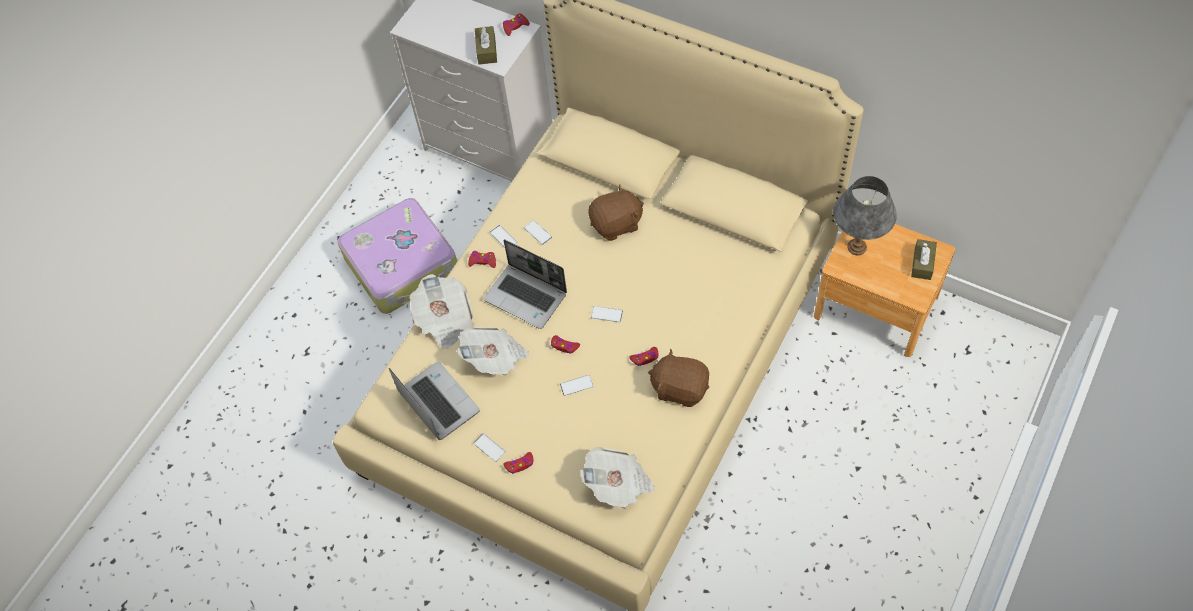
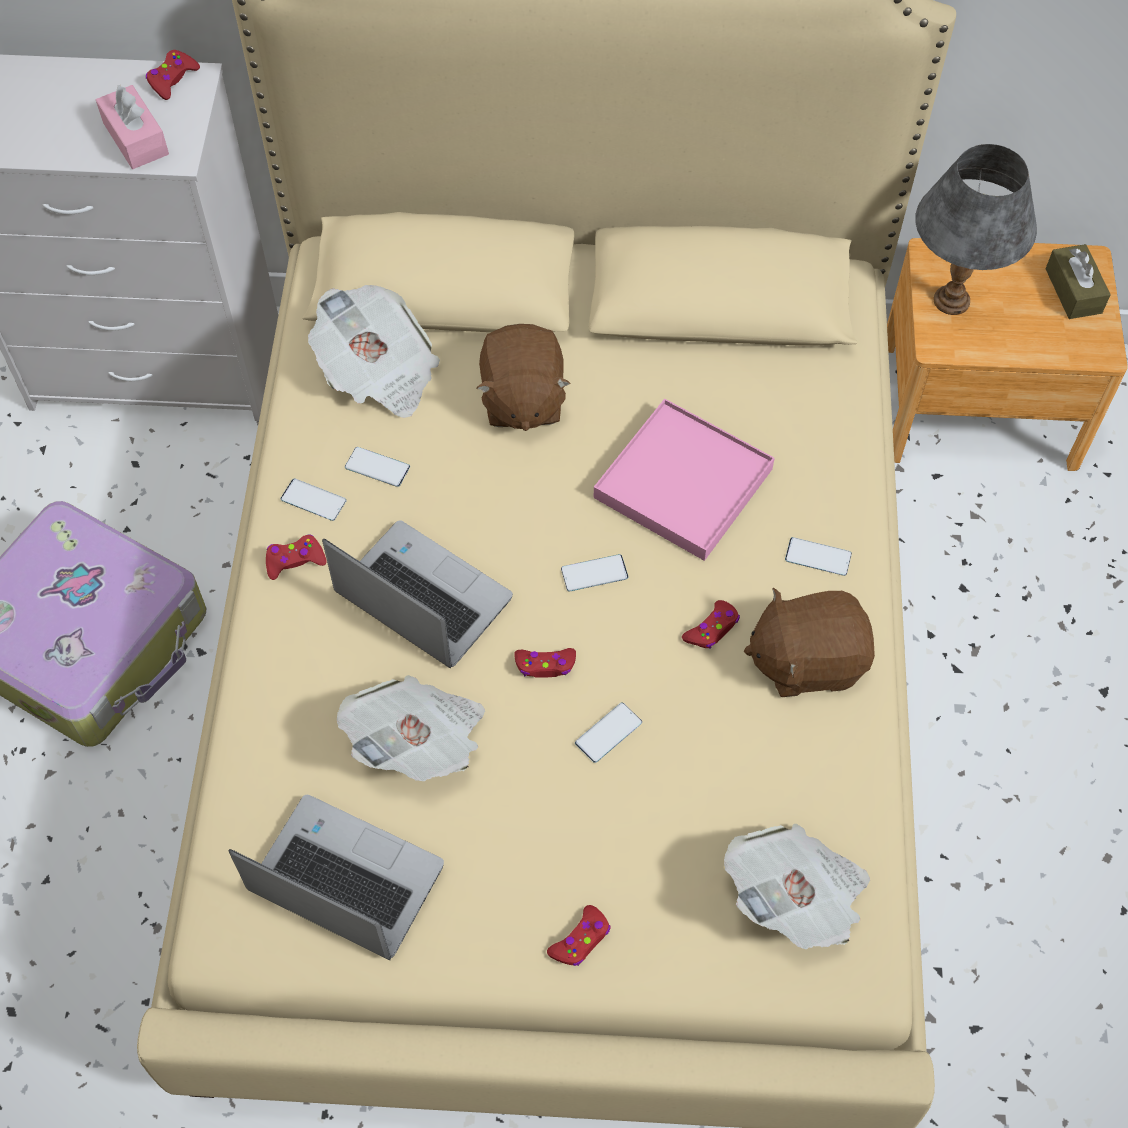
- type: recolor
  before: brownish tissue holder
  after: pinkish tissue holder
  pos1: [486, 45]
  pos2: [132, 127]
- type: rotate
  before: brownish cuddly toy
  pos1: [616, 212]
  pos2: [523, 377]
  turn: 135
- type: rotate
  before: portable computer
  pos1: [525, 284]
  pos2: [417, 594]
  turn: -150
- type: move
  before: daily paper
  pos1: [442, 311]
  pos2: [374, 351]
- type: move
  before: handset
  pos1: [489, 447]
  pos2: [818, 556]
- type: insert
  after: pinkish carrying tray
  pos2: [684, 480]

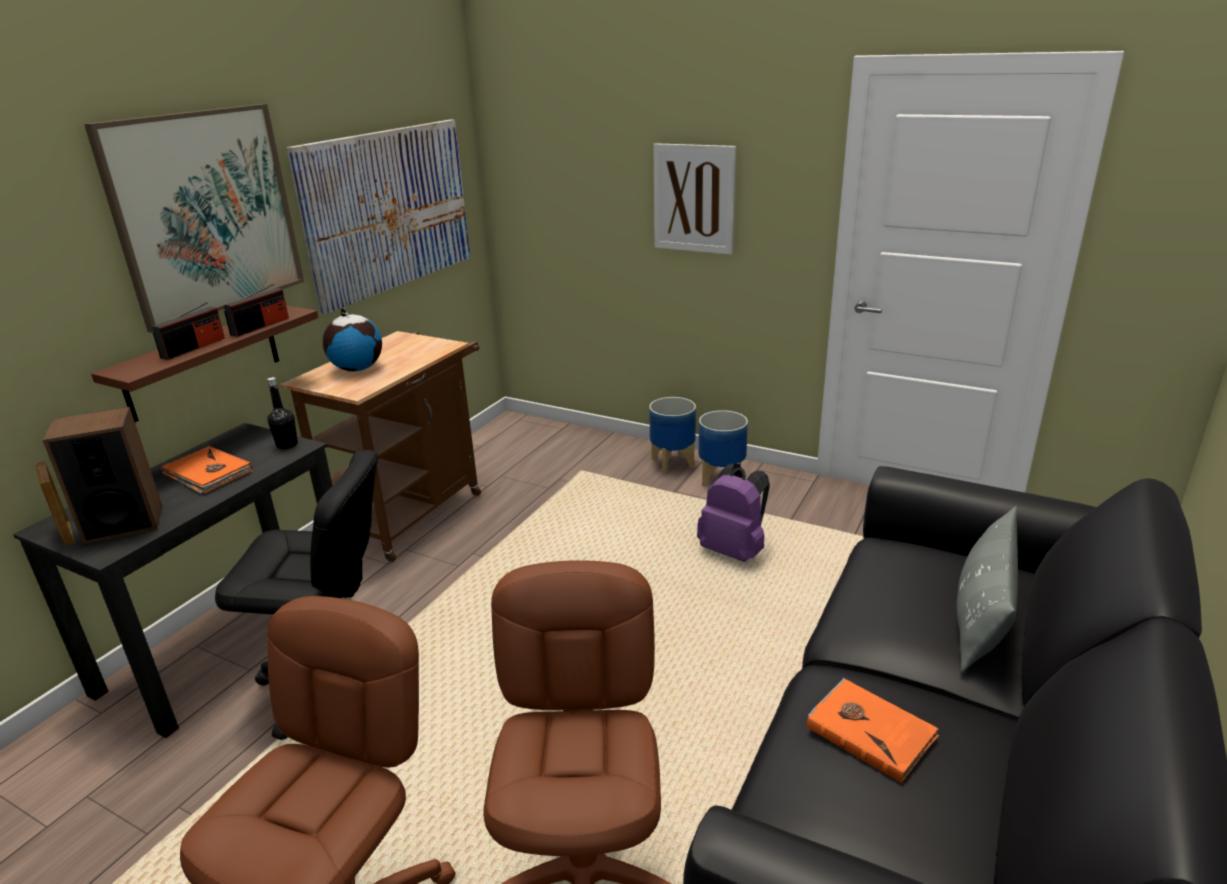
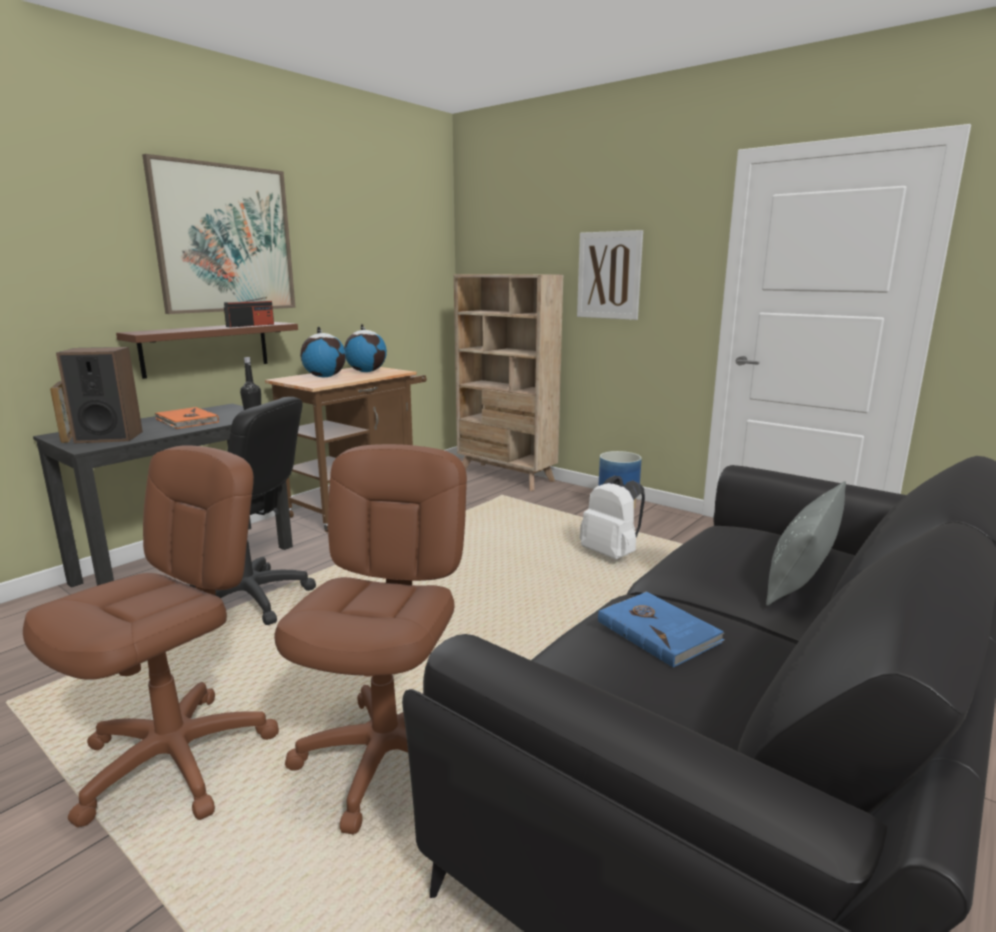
- type: delete
  before: wall art
  pos1: [378, 217]
- type: delete
  before: radio receiver
  pos1: [188, 331]
- type: delete
  before: planter
  pos1: [672, 435]
- type: recolor
  before: purple-coloured backpack
  after: white-coloured backpack
  pos1: [733, 513]
  pos2: [612, 517]
- type: recolor
  before: orangey book
  after: blue book
  pos1: [873, 730]
  pos2: [661, 630]
- type: insert
  after: beige-coloured shelving unit
  pos2: [508, 382]
- type: insert
  after: globe
  pos2: [365, 348]

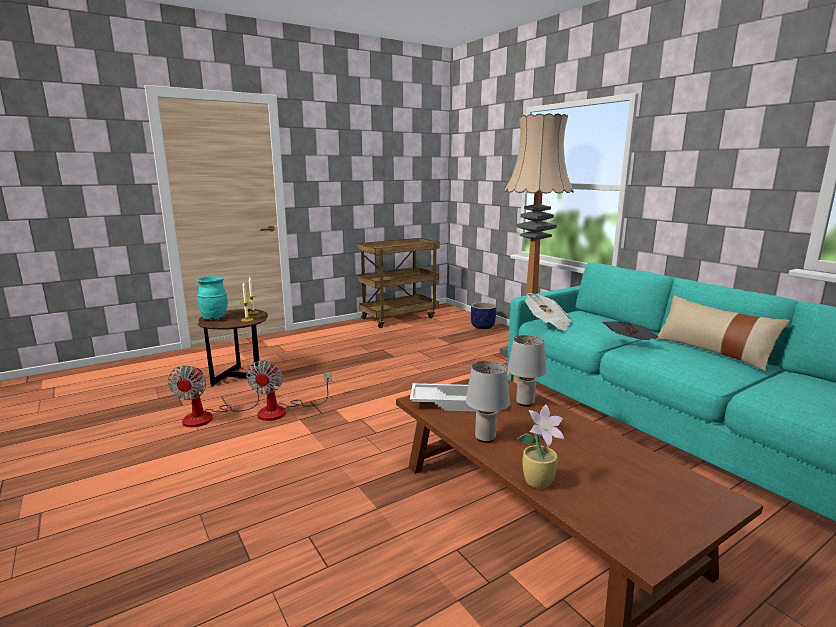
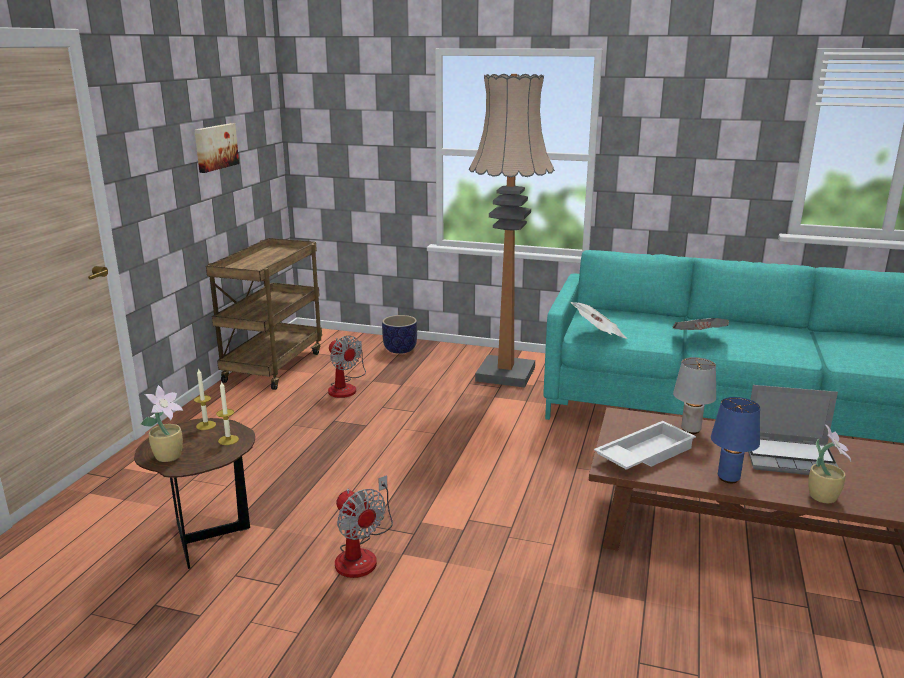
- type: replace
  before: turquoise-coloured decorative vase
  after: plant in a pot
  pos1: [212, 298]
  pos2: [161, 423]
- type: delete
  before: beige-coloured cushion
  pos1: [723, 333]
- type: recolor
  before: gray lamp for a table
  after: blue lamp for a table
  pos1: [488, 402]
  pos2: [735, 440]
- type: move
  before: fan
  pos1: [213, 396]
  pos2: [347, 367]
- type: insert
  after: wall art
  pos2: [216, 148]
- type: insert
  after: portable computer
  pos2: [793, 430]

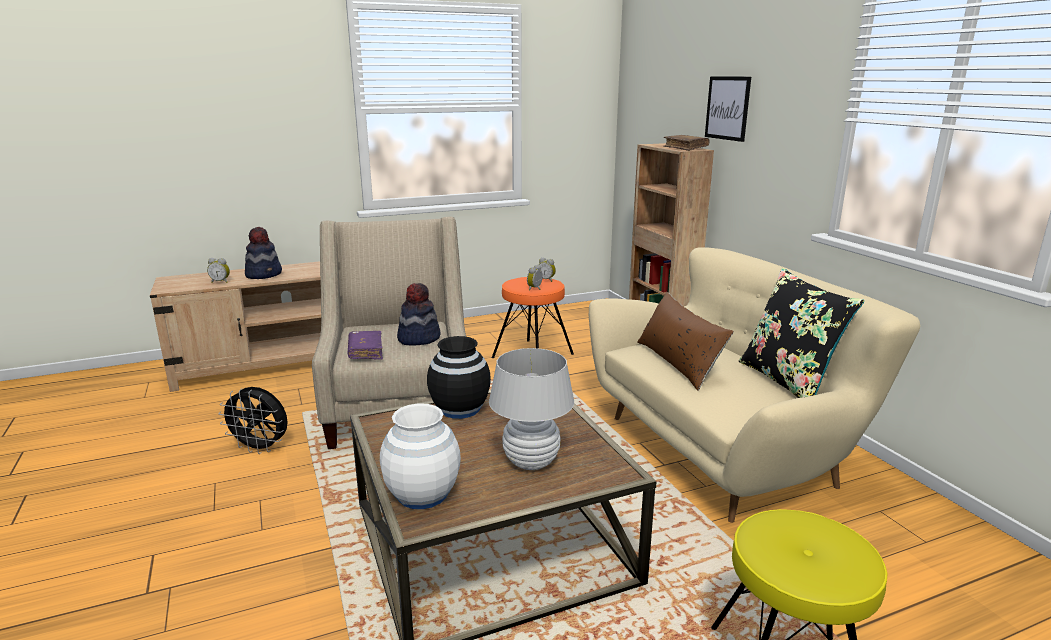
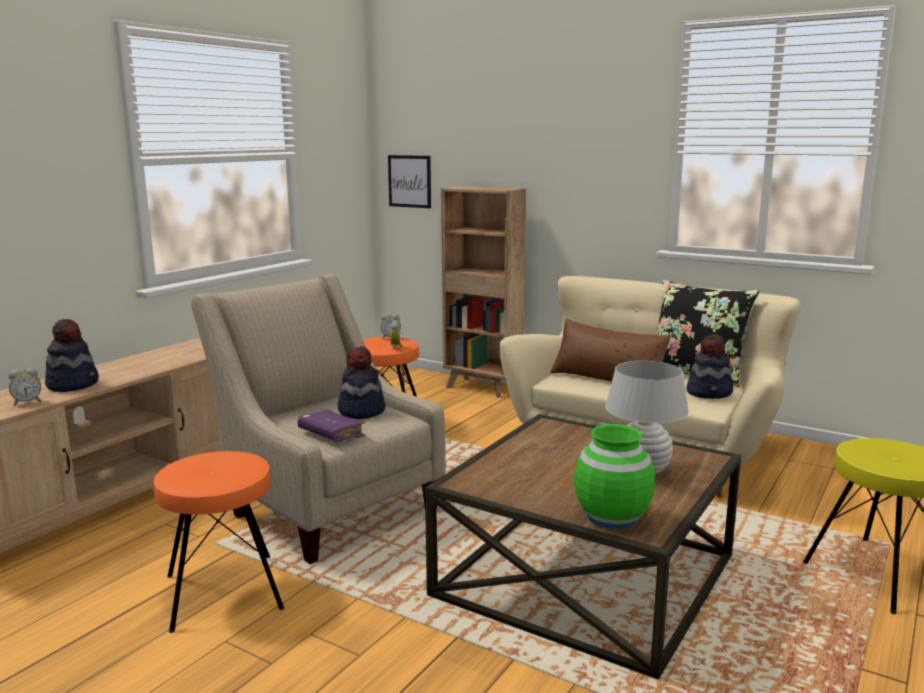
- type: move
  before: wall art
  pos1: [728, 109]
  pos2: [409, 181]
- type: delete
  before: brownish book
  pos1: [686, 143]
- type: delete
  before: black-coloured decorative vase
  pos1: [459, 377]
- type: replace
  before: black-coloured fan
  after: orangey sitting stool
  pos1: [253, 420]
  pos2: [219, 542]
- type: recolor
  before: white-coloured decorative vase
  after: green-coloured decorative vase
  pos1: [420, 456]
  pos2: [614, 476]
- type: insert
  after: hat
  pos2: [709, 366]

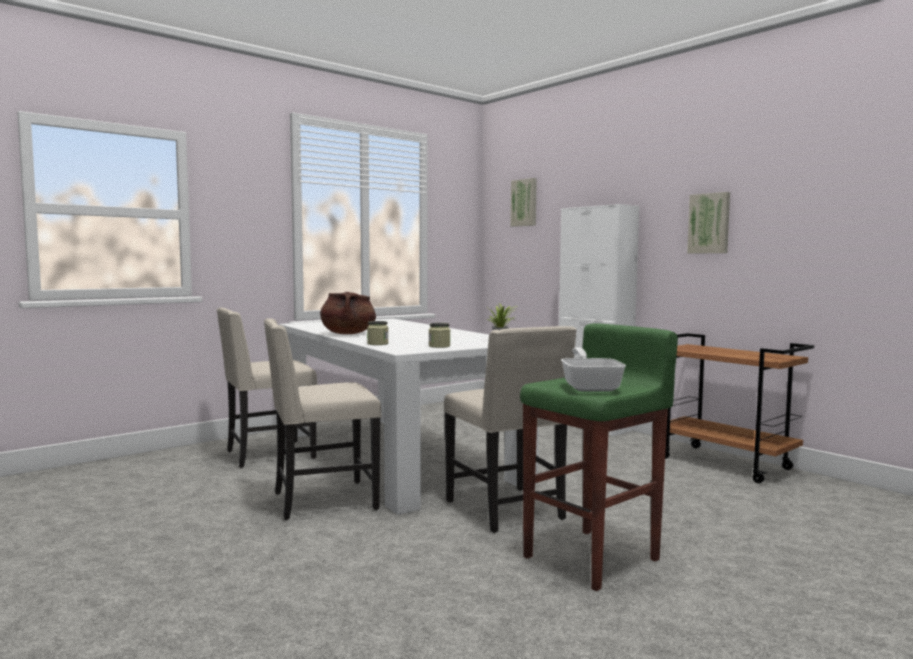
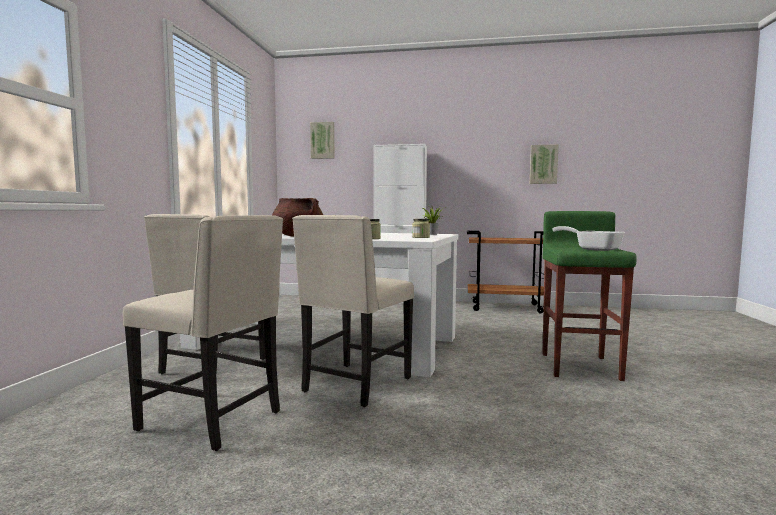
- type: move
  before: wall art
  pos1: [708, 222]
  pos2: [544, 164]
- type: move
  before: beige-coloured chair
  pos1: [510, 429]
  pos2: [203, 333]

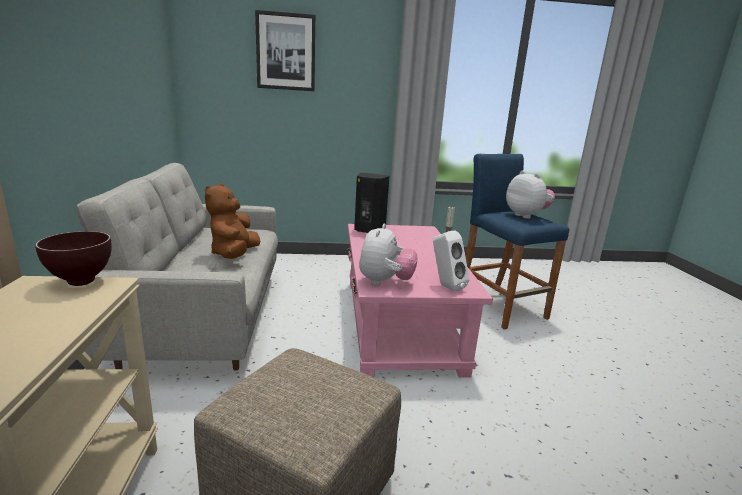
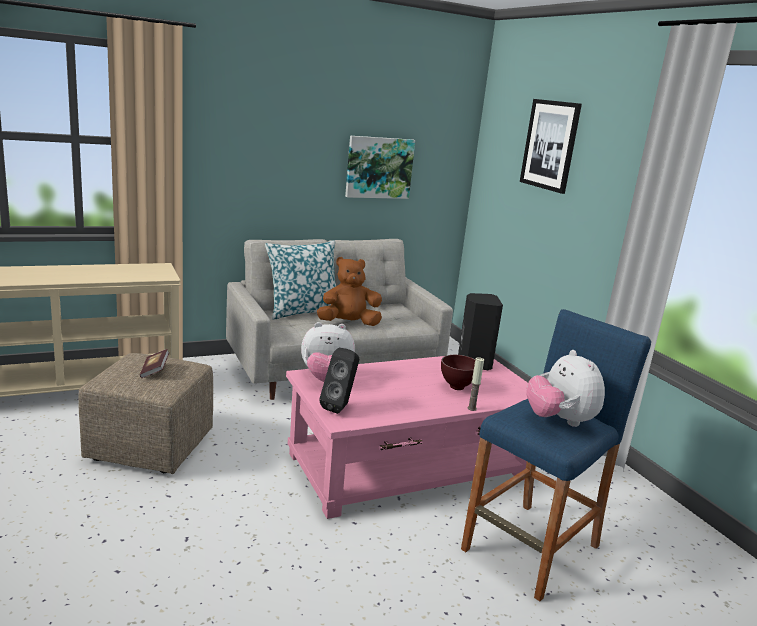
- type: rotate
  before: cuddly toy
  pos1: [530, 194]
  pos2: [565, 388]
  turn: 120
- type: move
  before: brownish serving bowl
  pos1: [73, 258]
  pos2: [458, 372]
- type: recolor
  before: white-coloured audio speaker
  after: black-coloured audio speaker
  pos1: [451, 261]
  pos2: [339, 381]
- type: insert
  after: wall art
  pos2: [380, 167]
- type: insert
  after: cushion
  pos2: [300, 280]
- type: insert
  after: book
  pos2: [154, 363]

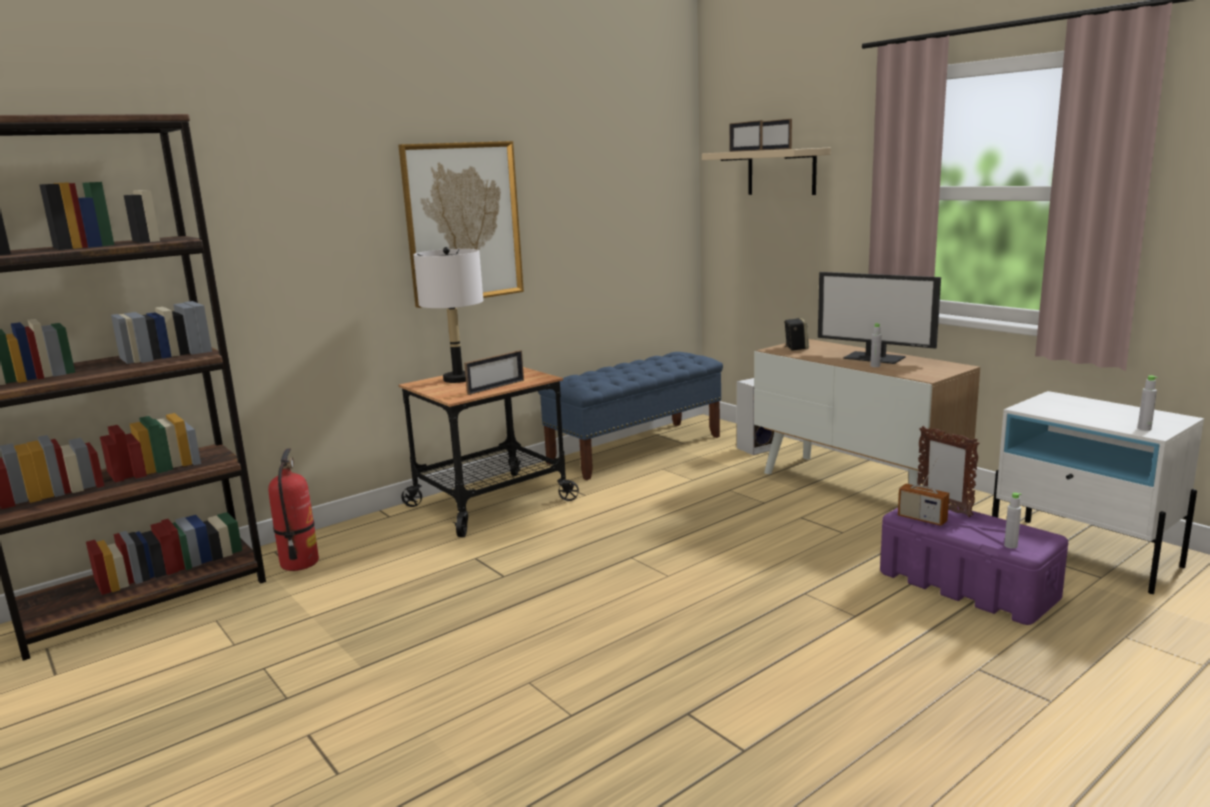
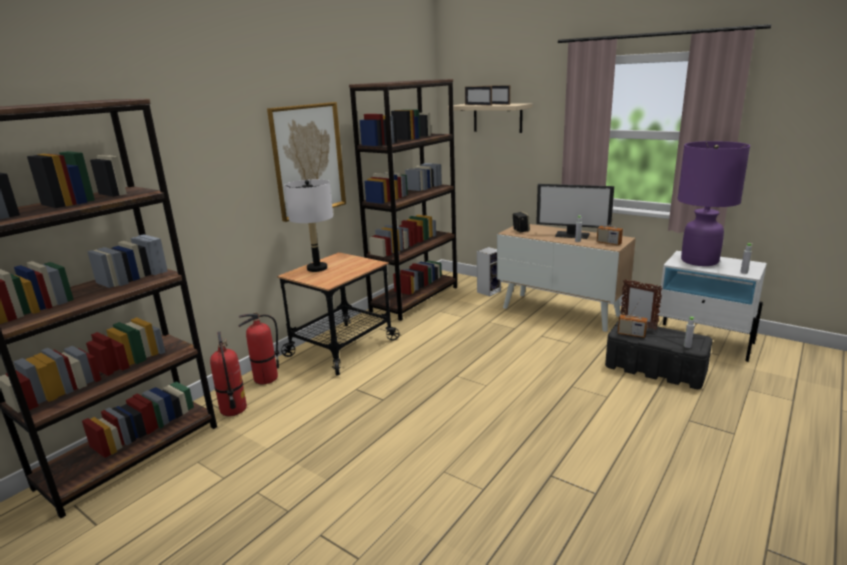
- type: delete
  before: picture frame
  pos1: [494, 372]
- type: replace
  before: blue long seat
  after: brownish shelving unit
  pos1: [630, 416]
  pos2: [403, 200]
- type: recolor
  before: purple-coloured storage box
  after: black-coloured storage box
  pos1: [974, 566]
  pos2: [659, 354]
- type: insert
  after: purple-coloured lamp for a table
  pos2: [713, 203]
- type: insert
  after: radio receiver
  pos2: [610, 227]
- type: insert
  after: fire-fighting cylinder
  pos2: [259, 348]

